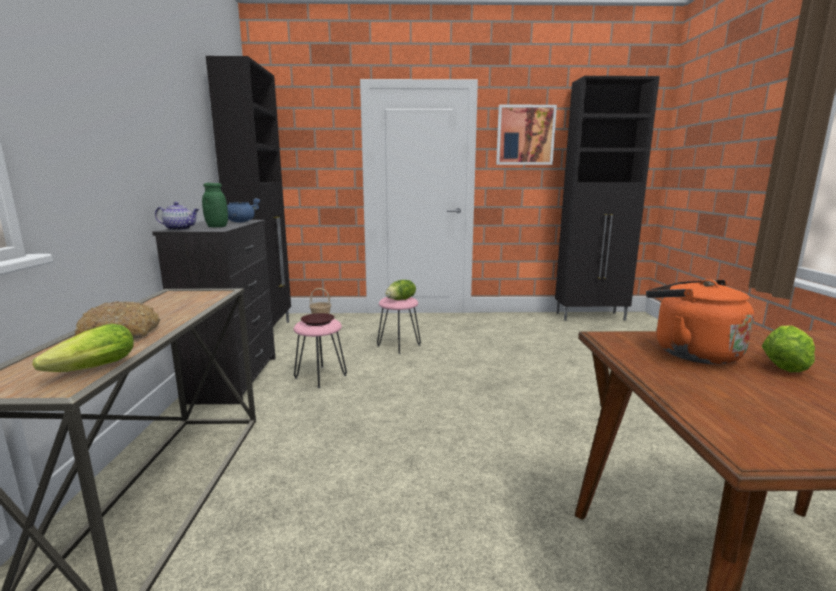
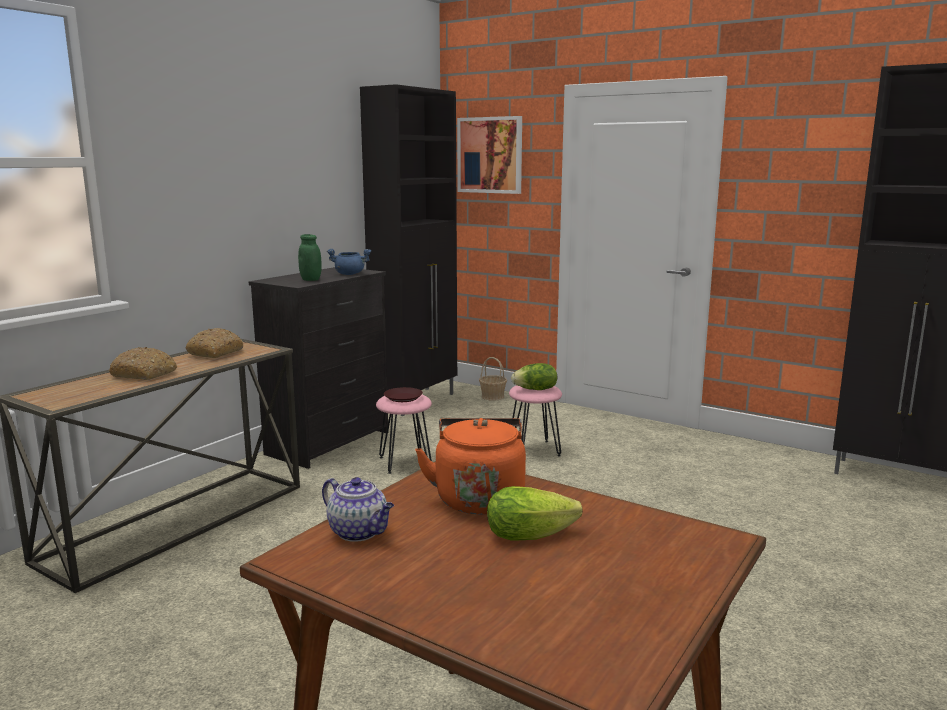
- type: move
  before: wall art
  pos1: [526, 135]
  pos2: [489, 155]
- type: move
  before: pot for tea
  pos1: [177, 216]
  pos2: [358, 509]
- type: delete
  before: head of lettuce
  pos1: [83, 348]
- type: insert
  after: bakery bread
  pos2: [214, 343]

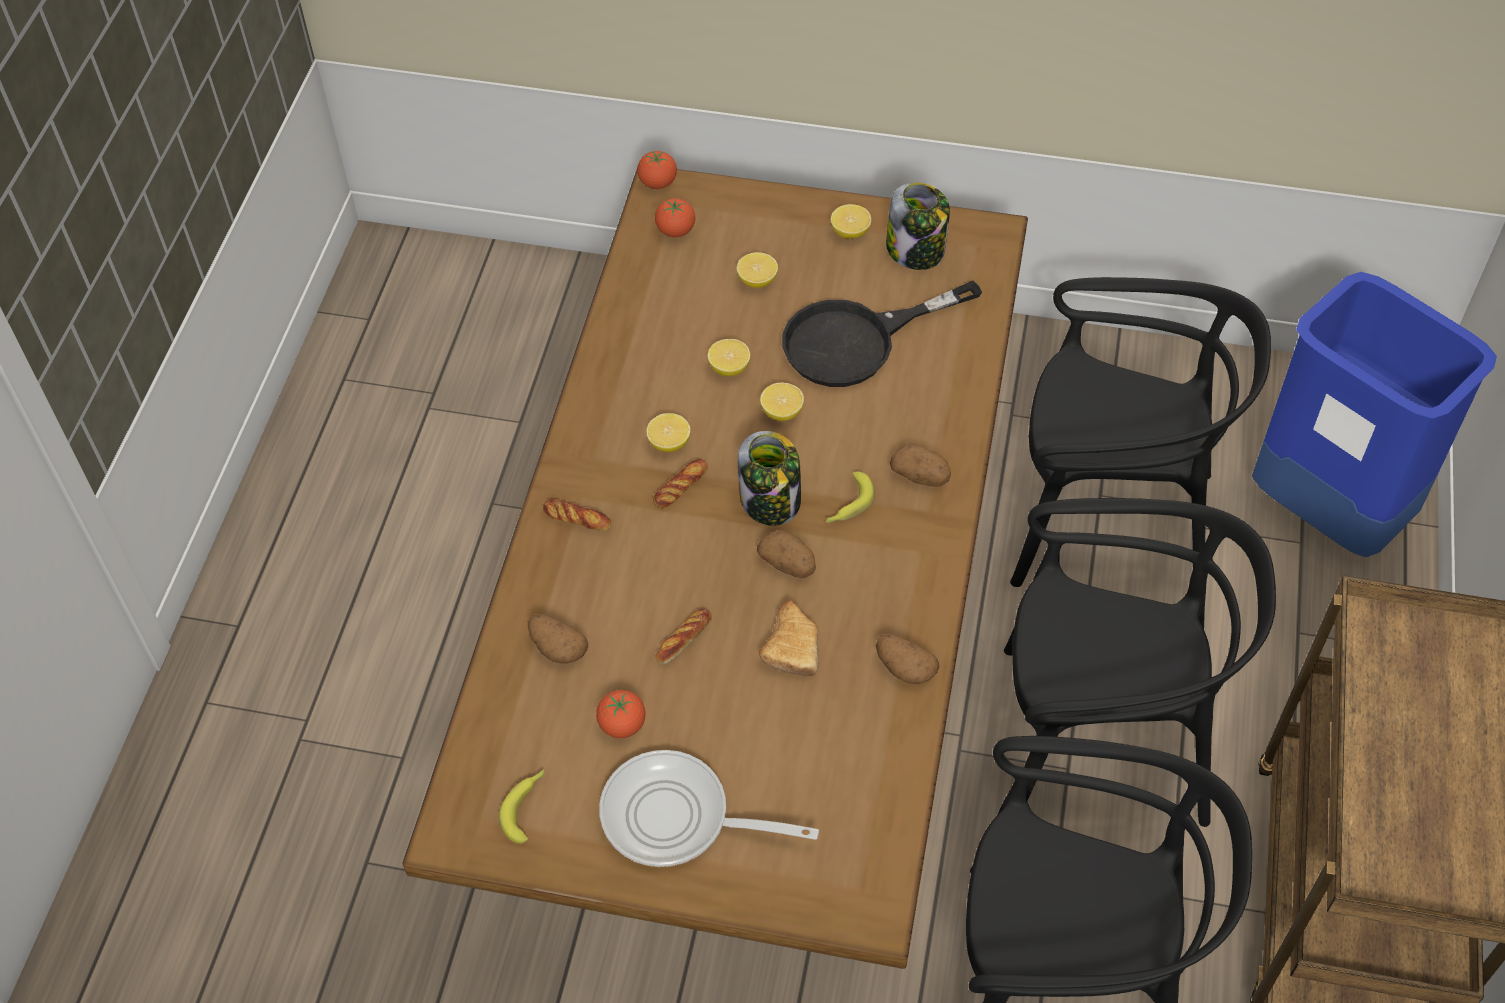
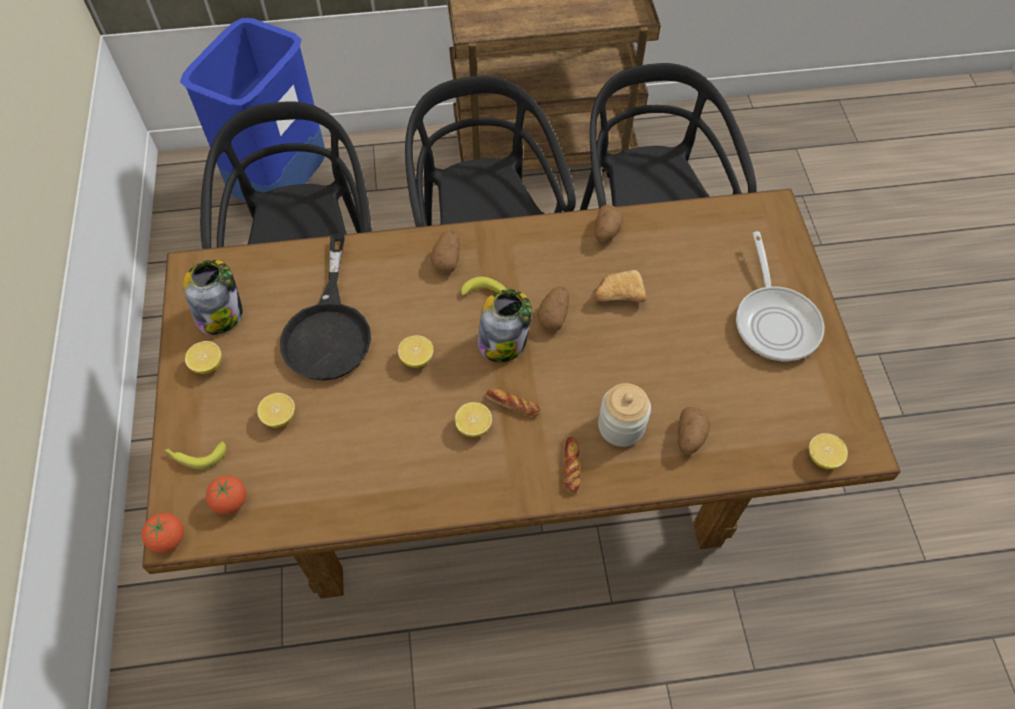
- type: rotate
  before: black-coloured skillet
  pos1: [882, 334]
  pos2: [325, 307]
  turn: 45
- type: move
  before: whole lemon
  pos1: [729, 357]
  pos2: [828, 451]
- type: delete
  before: bakery bread
  pos1: [683, 636]
- type: delete
  before: tomato
  pos1: [620, 714]
- type: move
  before: banana
  pos1: [521, 806]
  pos2: [195, 455]
- type: insert
  after: preserve jar
  pos2: [624, 415]

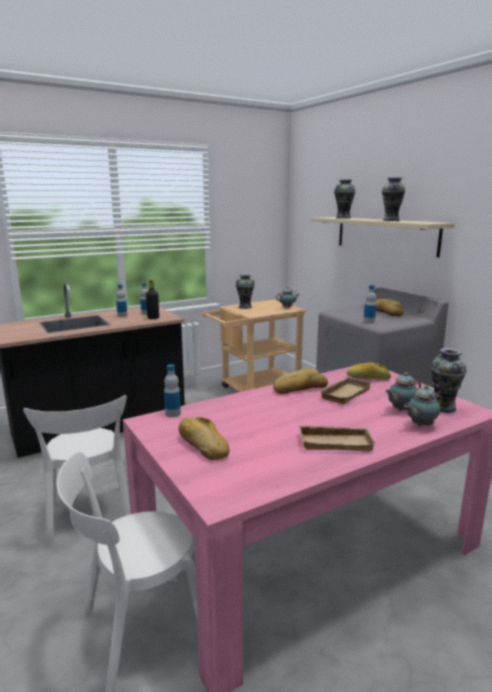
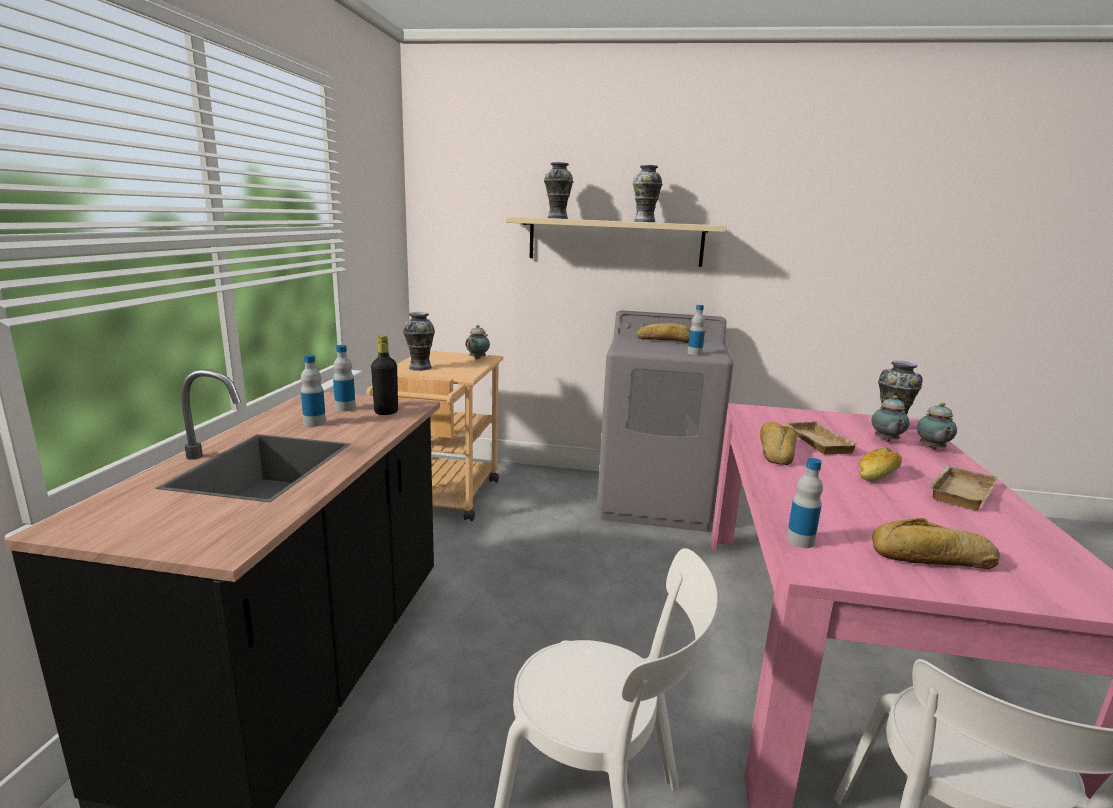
- type: move
  before: bakery bread
  pos1: [369, 371]
  pos2: [880, 464]

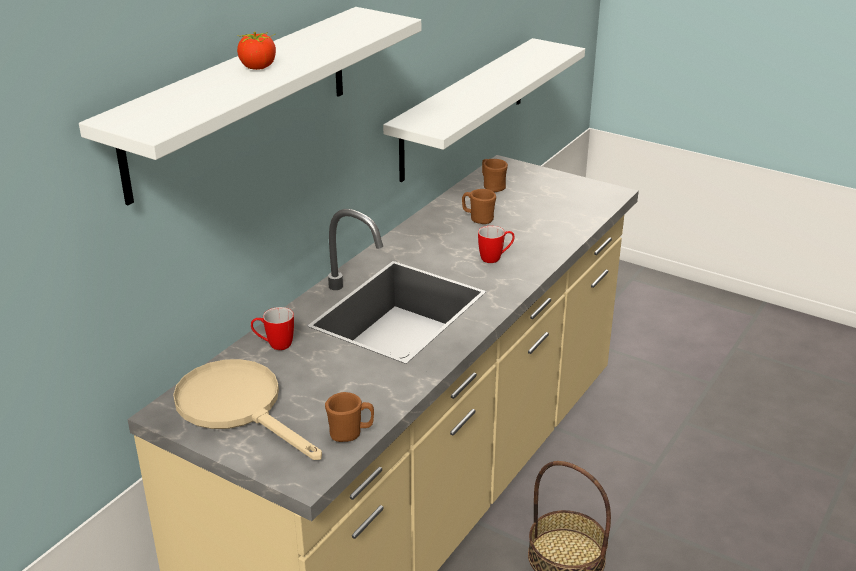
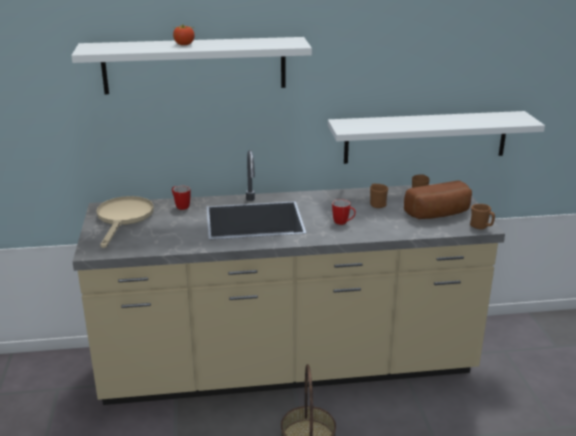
- type: move
  before: brownish mug
  pos1: [349, 417]
  pos2: [482, 216]
- type: insert
  after: bakery bread
  pos2: [438, 200]

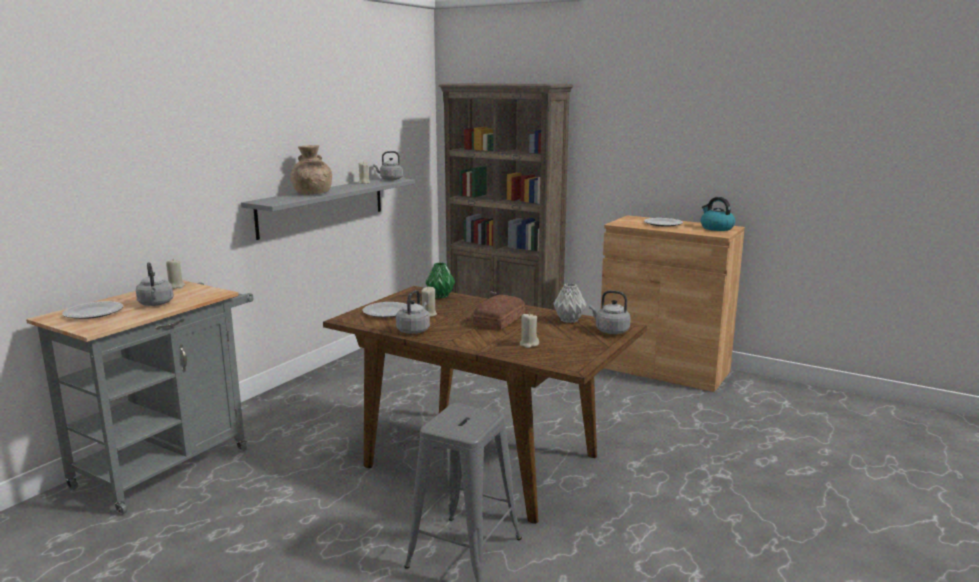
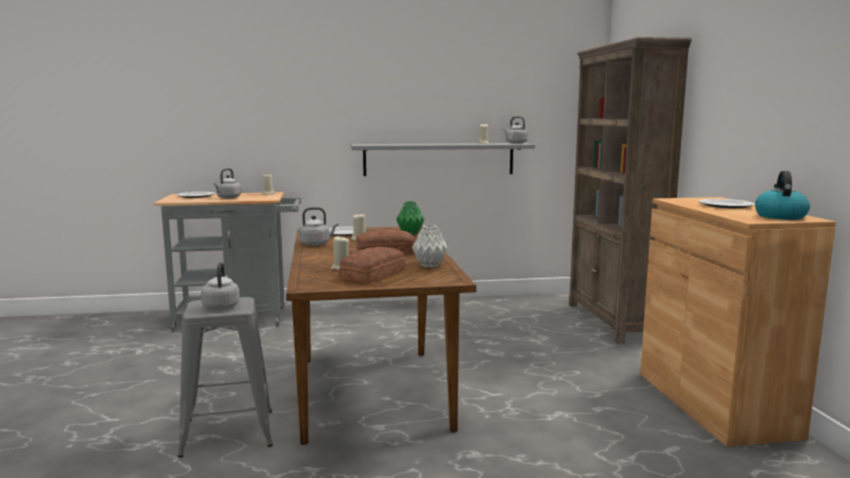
- type: delete
  before: brownish decorative vase
  pos1: [311, 170]
- type: move
  before: gray kettle
  pos1: [610, 312]
  pos2: [220, 286]
- type: insert
  after: bakery bread
  pos2: [372, 265]

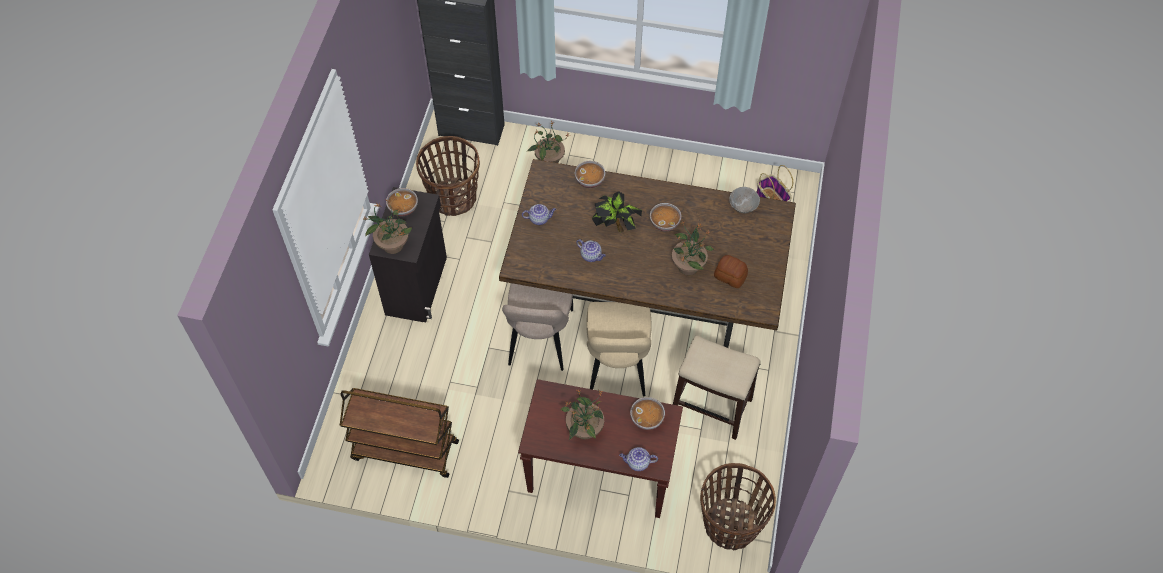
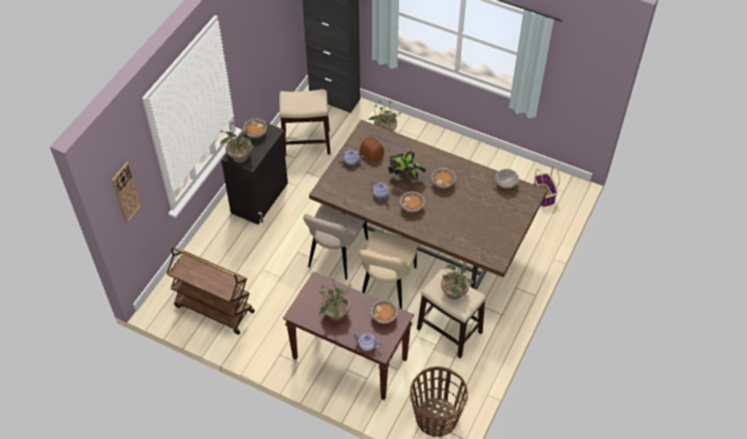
- type: replace
  before: basket
  after: sitting stool
  pos1: [448, 176]
  pos2: [305, 122]
- type: move
  before: serving bowl
  pos1: [590, 174]
  pos2: [412, 202]
- type: move
  before: plant in a pot
  pos1: [693, 248]
  pos2: [457, 278]
- type: move
  before: bakery bread
  pos1: [731, 271]
  pos2: [372, 149]
- type: insert
  after: hanging clock
  pos2: [127, 192]

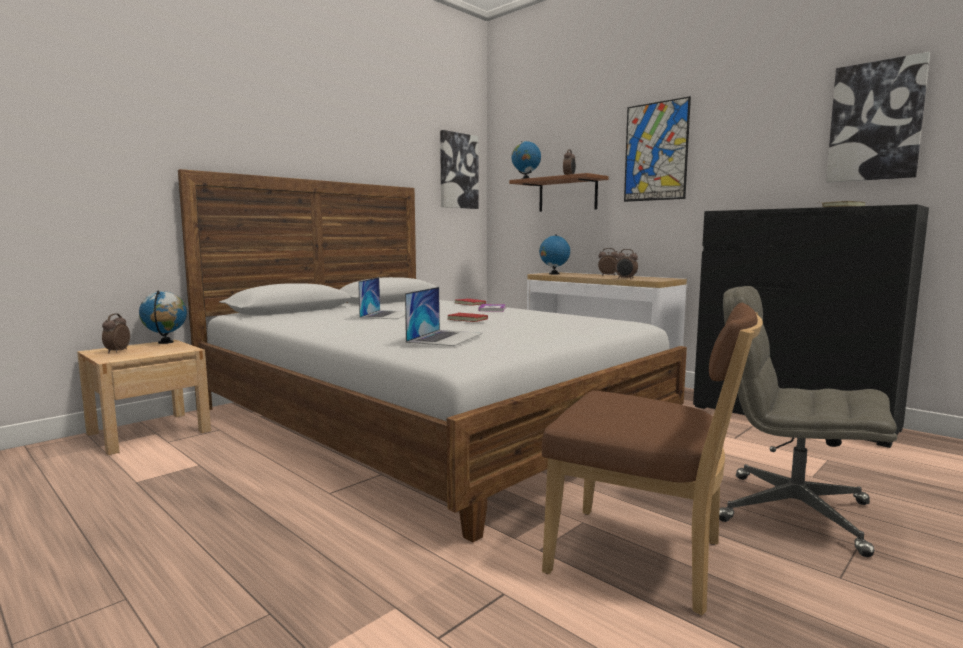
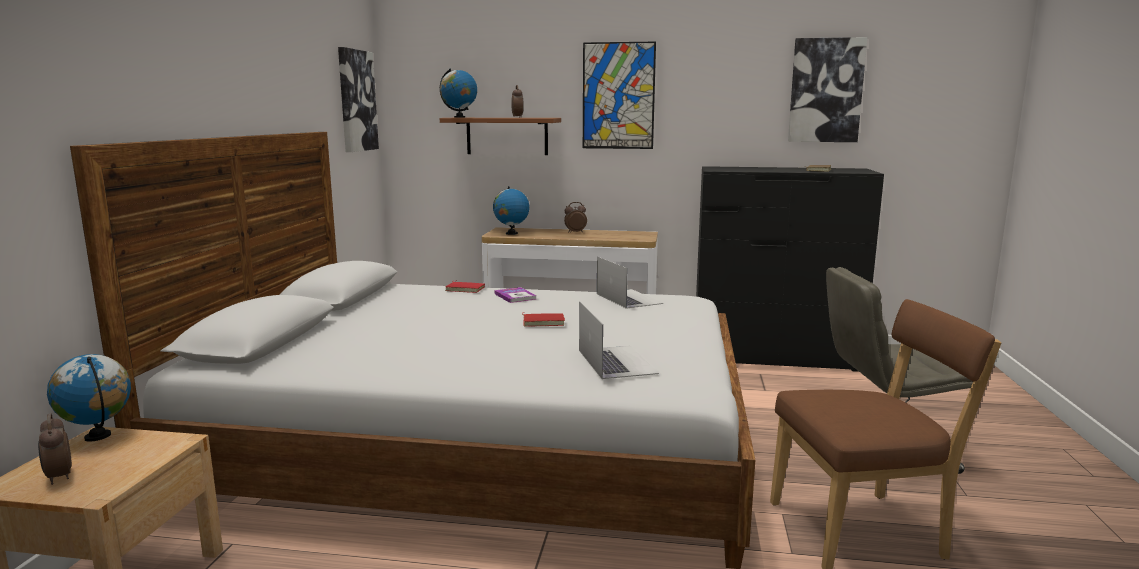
- type: delete
  before: bedside clock
  pos1: [626, 264]
- type: move
  before: portable computer
  pos1: [381, 298]
  pos2: [630, 282]

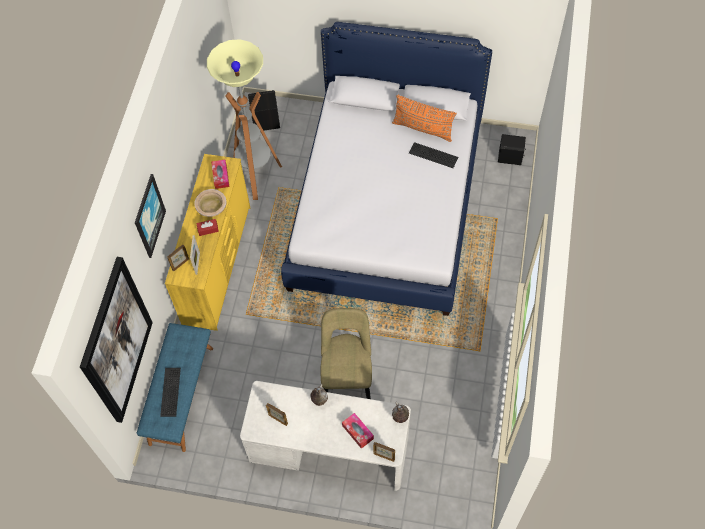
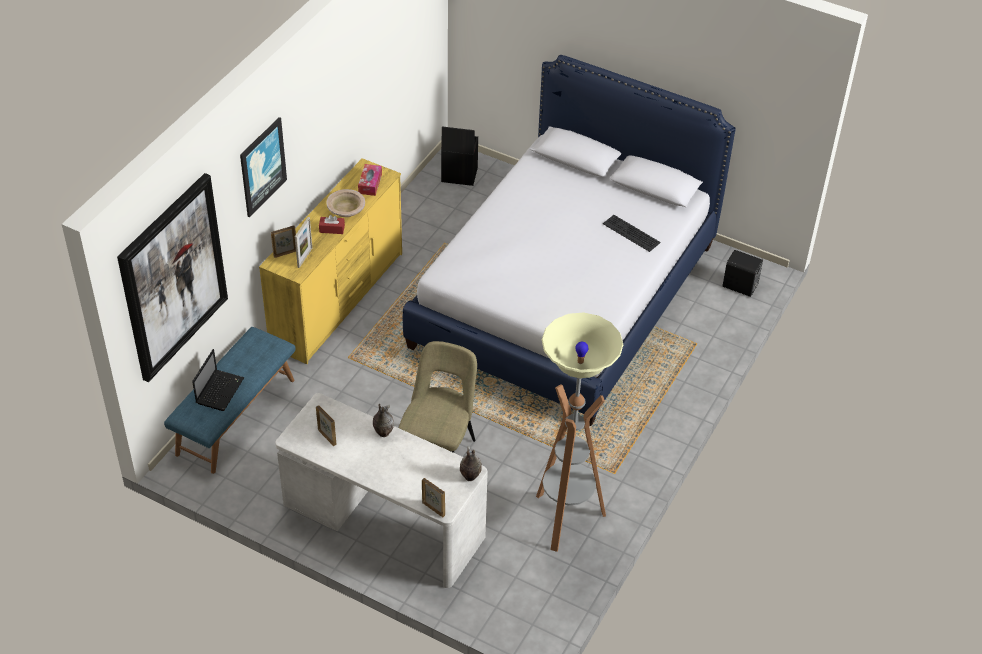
- type: move
  before: floor lamp
  pos1: [244, 119]
  pos2: [579, 432]
- type: delete
  before: orangey cushion
  pos1: [424, 118]
- type: replace
  before: computer keyboard
  after: portable computer
  pos1: [170, 392]
  pos2: [218, 380]
- type: delete
  before: tissue holder
  pos1: [358, 431]

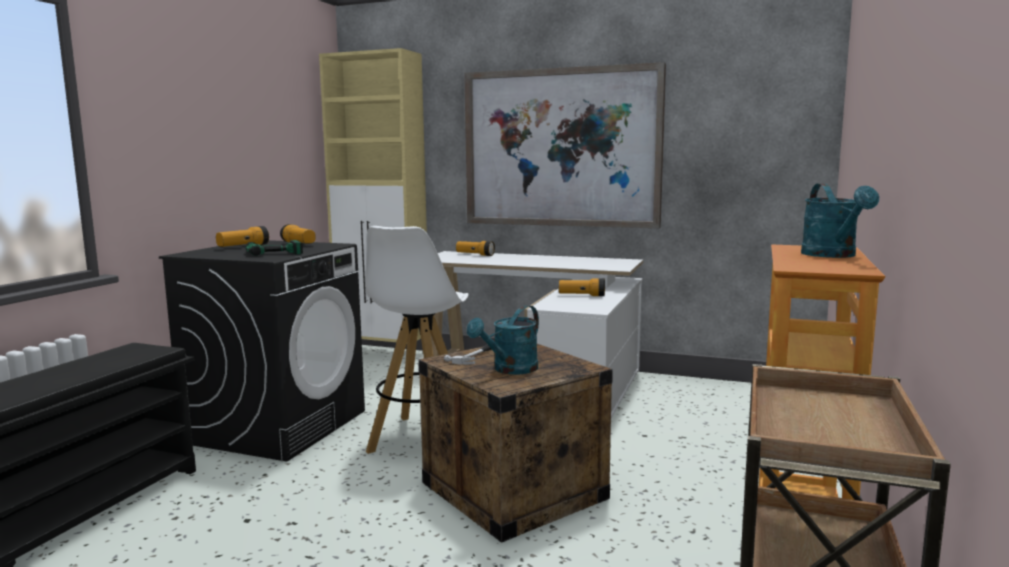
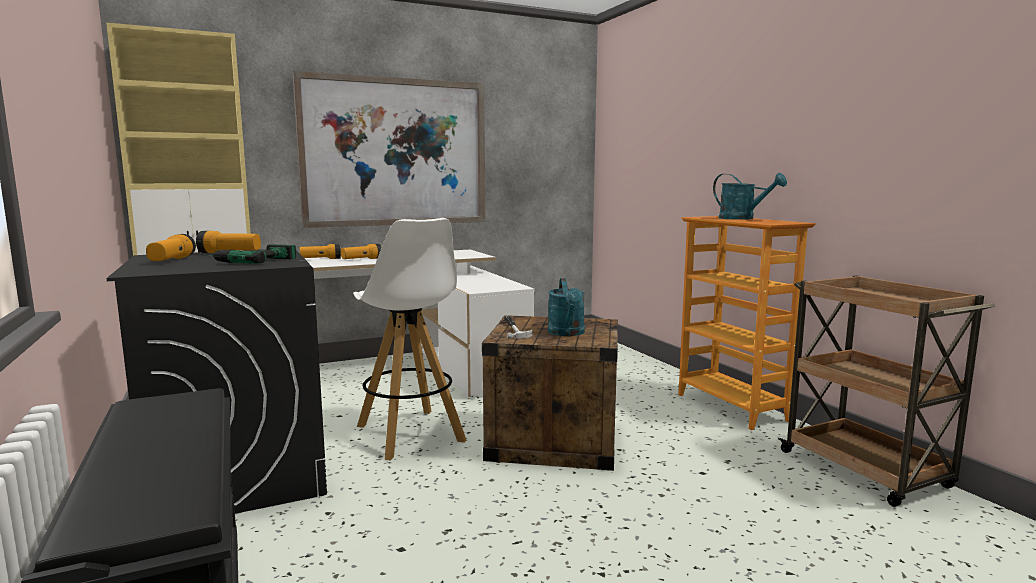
- type: move
  before: hand torch
  pos1: [582, 287]
  pos2: [361, 251]

